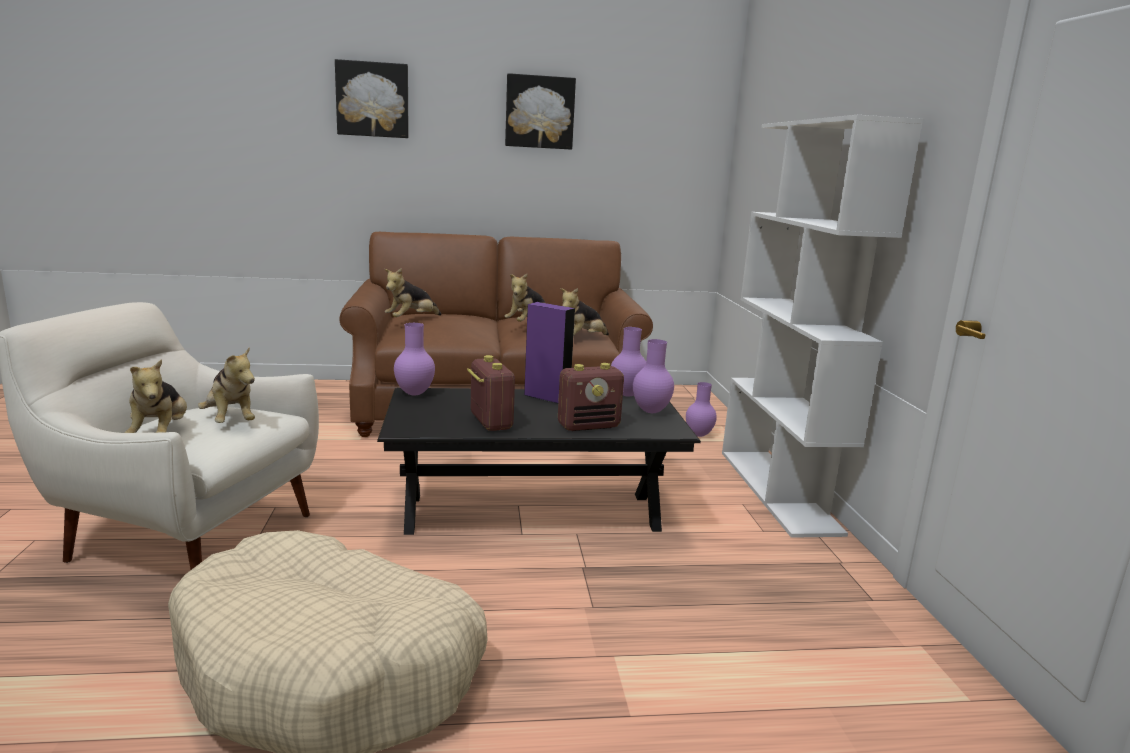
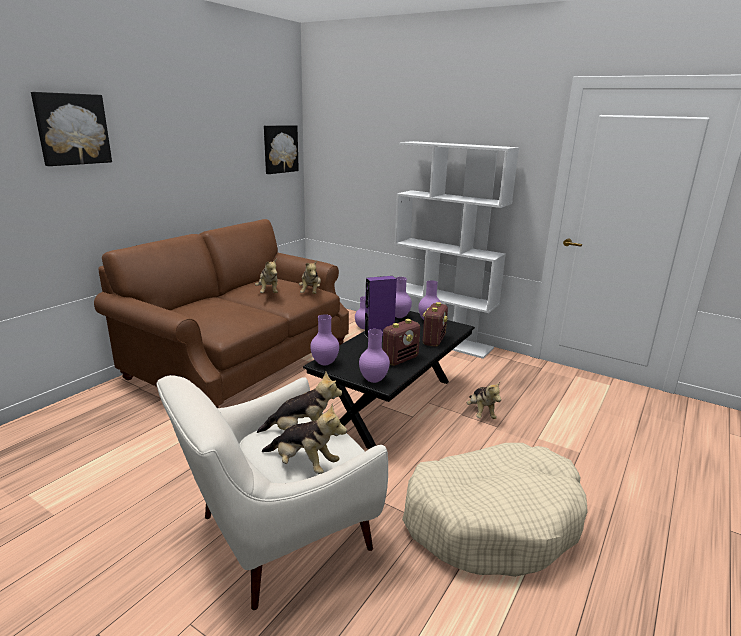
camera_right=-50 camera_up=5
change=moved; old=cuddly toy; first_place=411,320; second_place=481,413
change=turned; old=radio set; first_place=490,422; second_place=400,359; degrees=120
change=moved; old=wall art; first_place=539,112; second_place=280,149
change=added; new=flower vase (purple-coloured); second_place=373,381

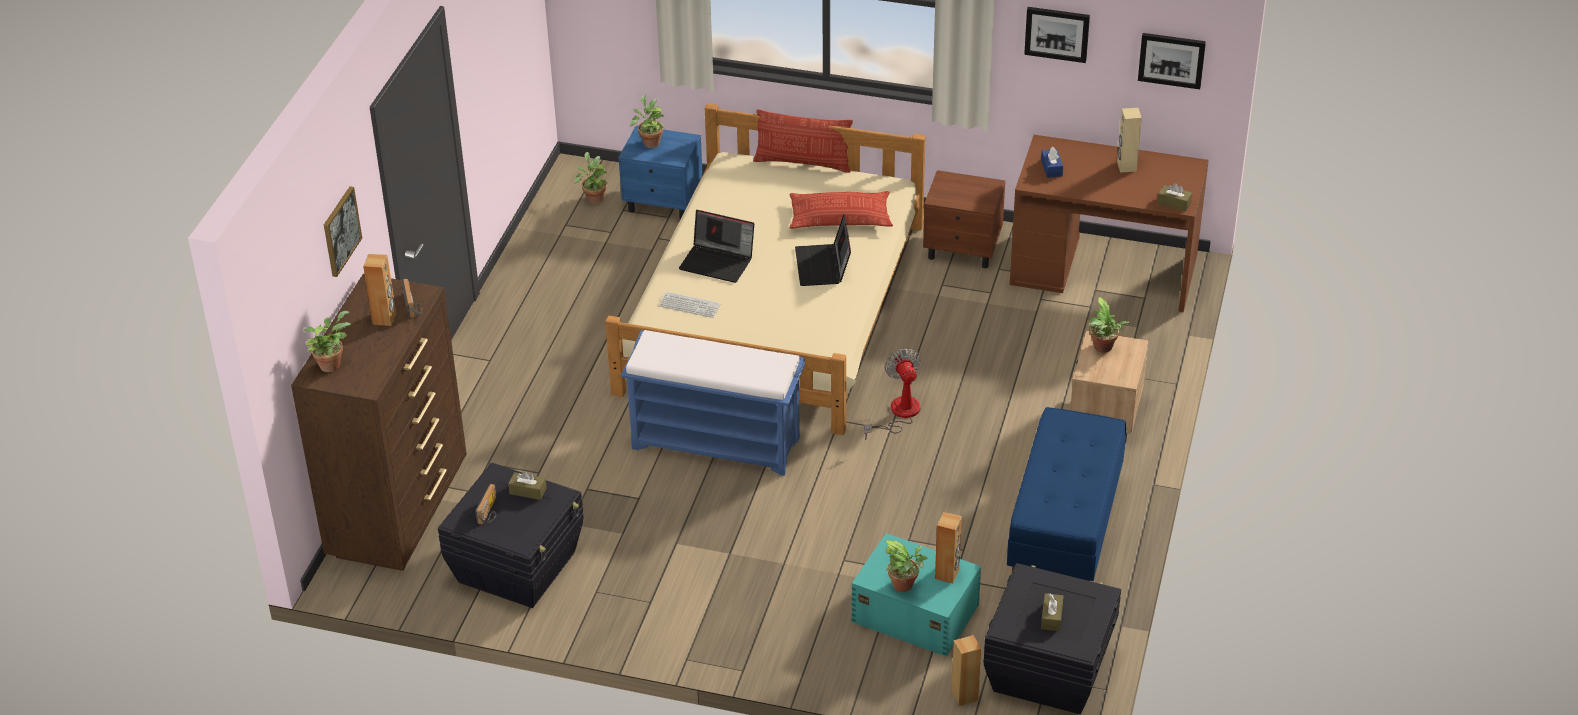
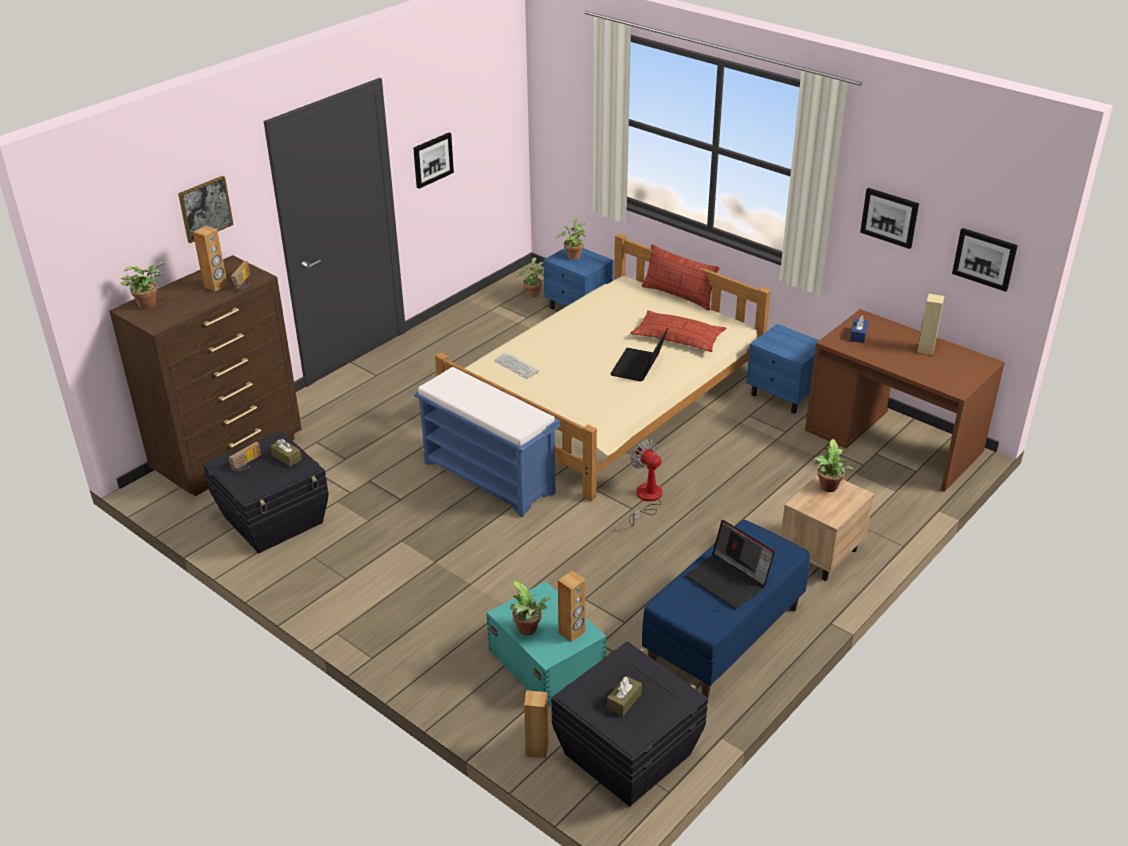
camera_right=25 camera_up=-5
change=moved; old=portable computer; first_place=718,262; second_place=729,580
change=turned; old=fan; first_place=898,414; second_place=646,499; degrees=-45
change=recoloured; old=bedside table (brownish); new=bedside table (blue); first_place=963,250; second_place=783,396
change=removed; old=box of tissues (brownish); first_place=1174,203
change=added; new=wall art; second_place=432,160

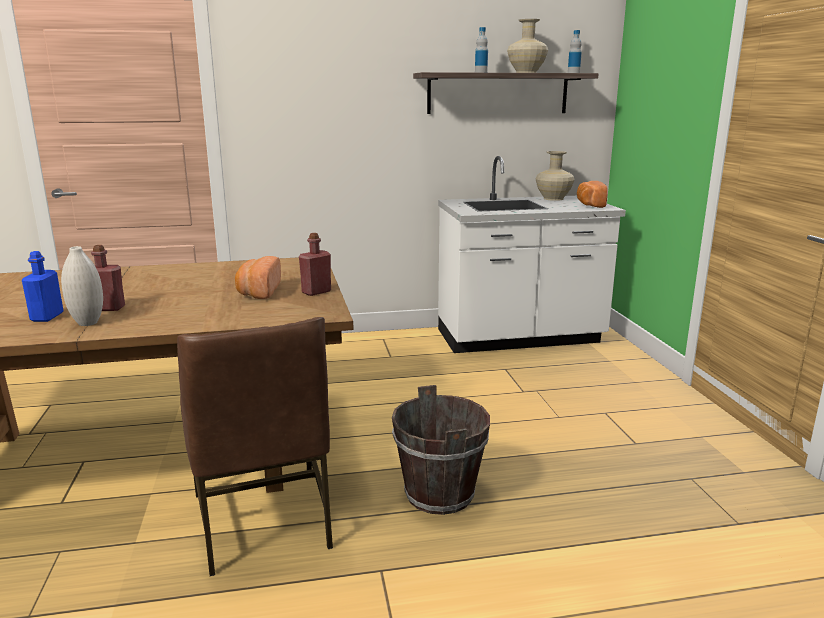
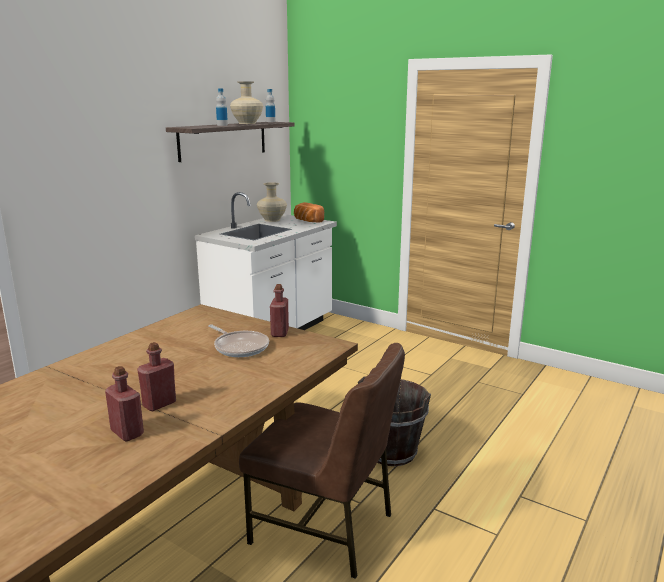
camera_right=-45 camera_up=0
change=recoloured; old=beverage bottle (blue); new=beverage bottle (reddish); first_place=47,317; second_place=127,433
change=removed; old=flower vase (white); first_place=88,323
change=replaced; old=baked bread; new=frying pan; first_place=258,292; second_place=239,347

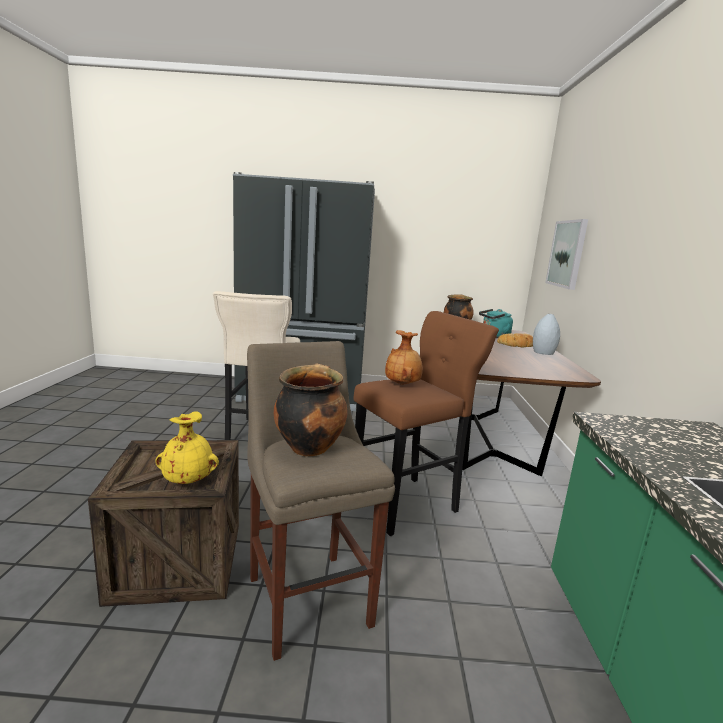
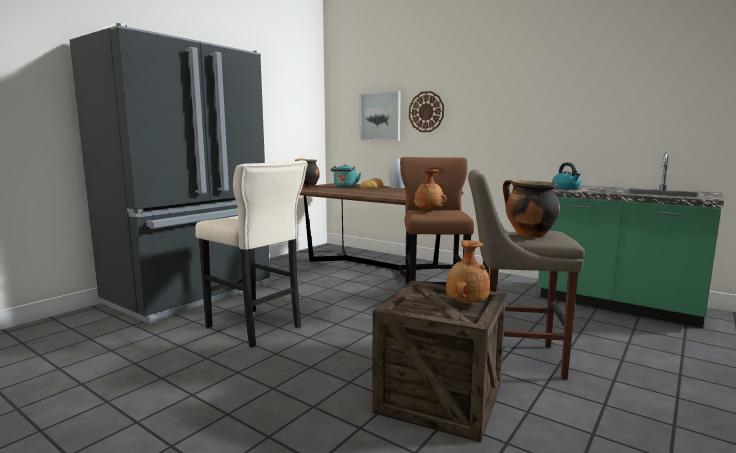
camera_right=-55 camera_up=-5
change=recoloured; old=flower vase (yellow-coloured); new=flower vase (brownish); first_place=188,480; second_place=466,303
change=added; new=wall clock; second_place=426,111
change=added; new=water kettle; second_place=566,188

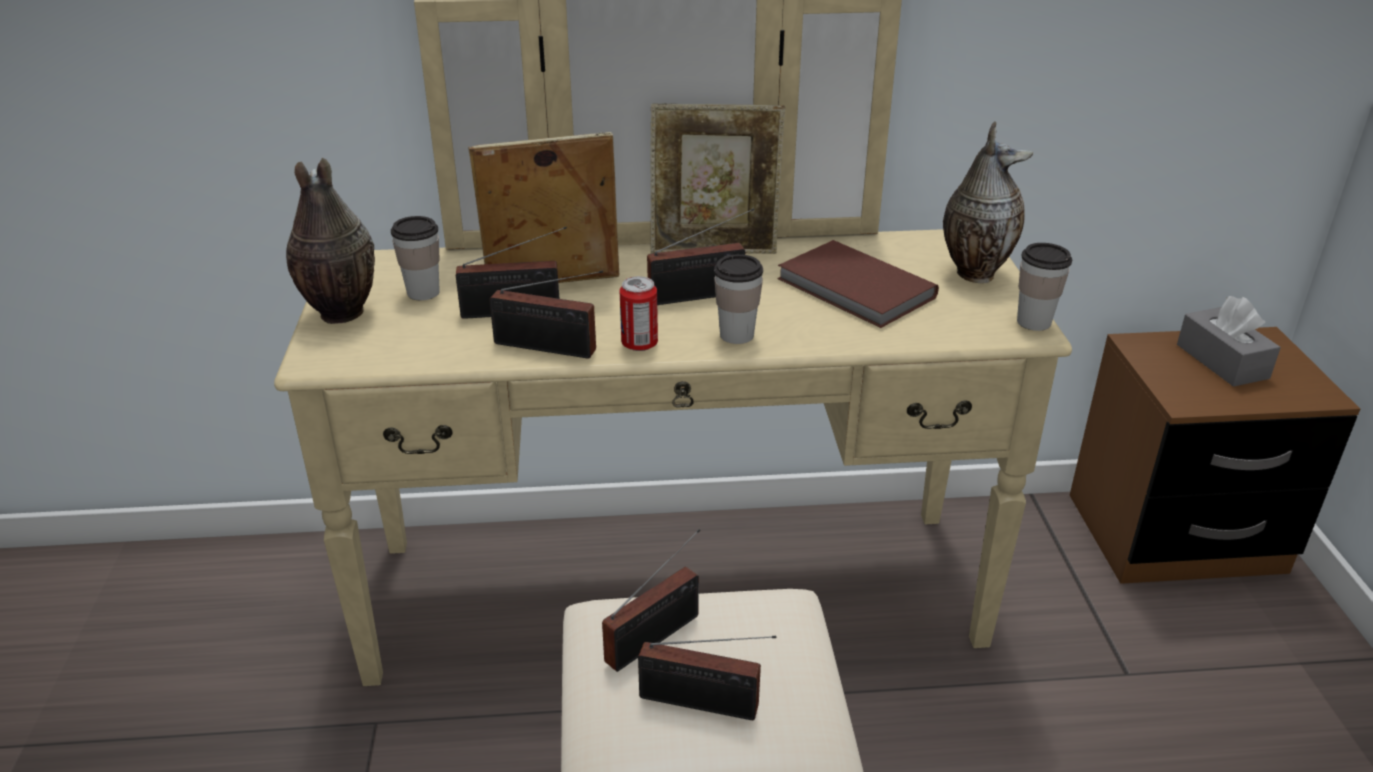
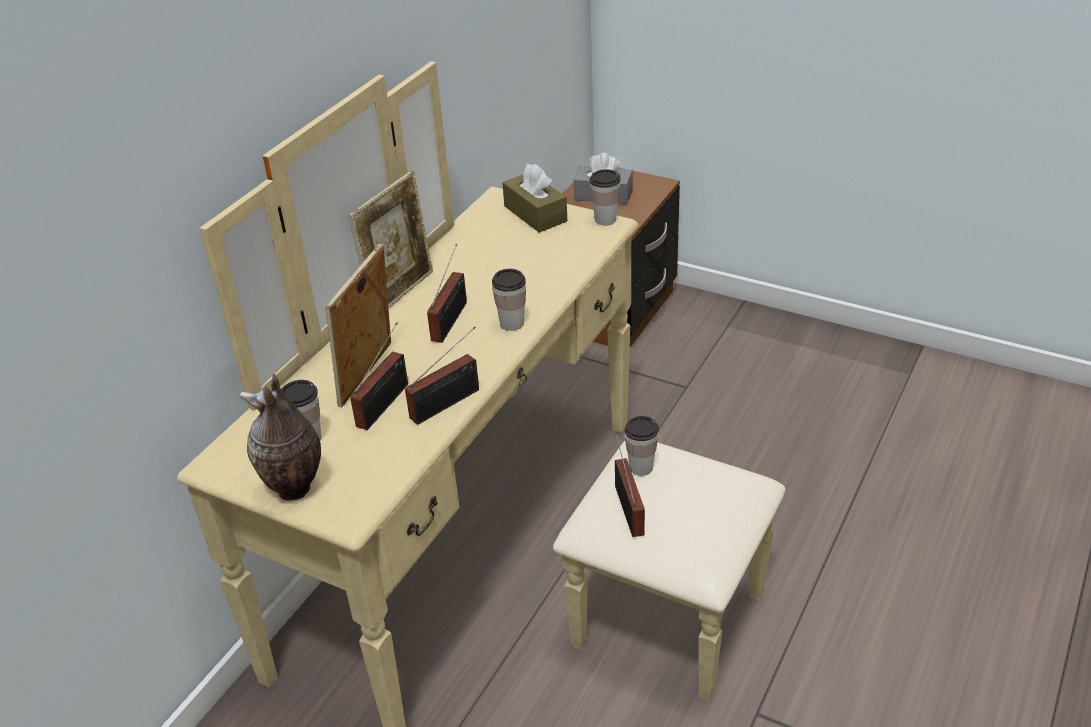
camera_right=-55 camera_up=5
change=removed; old=sealed can; first_place=639,344
change=removed; old=radio set; first_place=705,704
change=removed; old=volume (brownish); first_place=855,290
change=replaced; old=flower vase; new=box of tissues (brownish); first_place=974,272; second_place=535,214
change=added; new=drinking cup; second_place=641,467

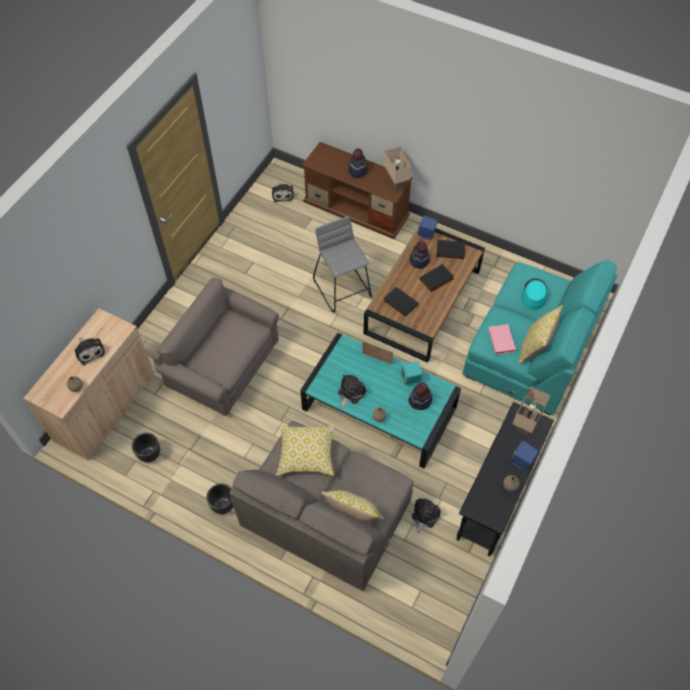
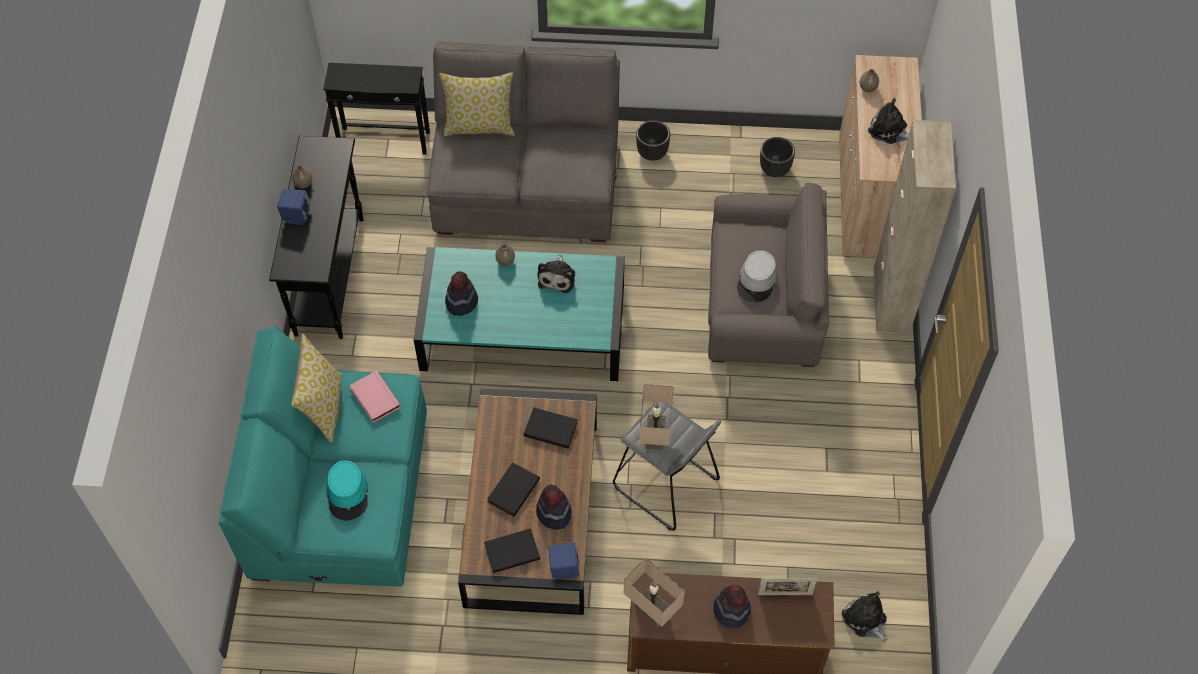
camera_right=155 camera_up=0
change=removed; old=cushion; first_place=306,454
change=moved; old=picture frame; first_place=377,358; second_place=785,594
change=removed; old=speaker (blue-green); first_place=410,379
change=removed; old=cuddly toy; first_place=424,516
change=moved; old=lamp for a table (beige-coloured); first_place=524,423; second_place=656,437
change=added; new=side table (black); second_place=384,141
change=added; new=clothing hat (gray); second_place=757,280
change=added; new=storage cabinet (beige-coloured); second_place=891,300

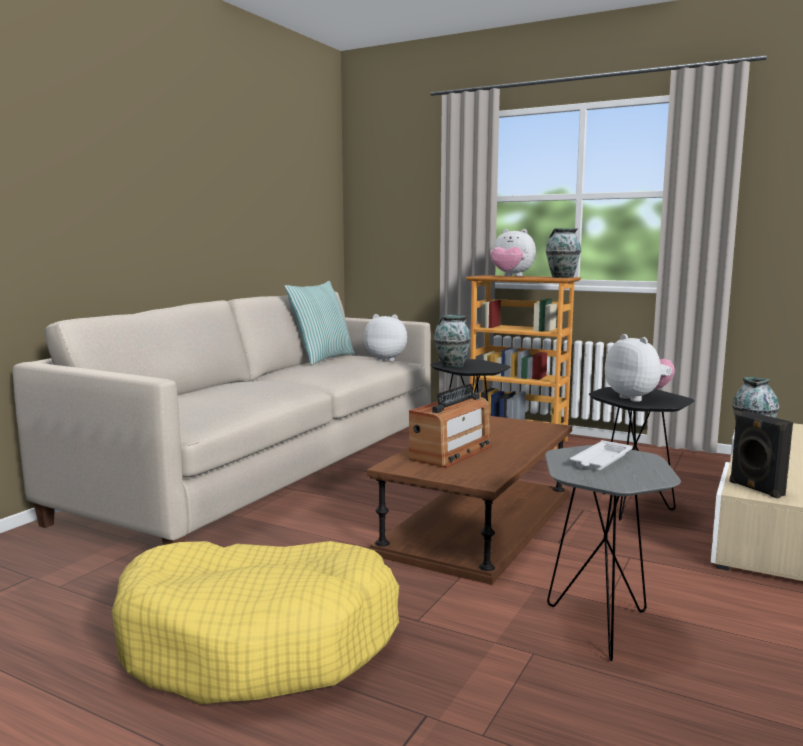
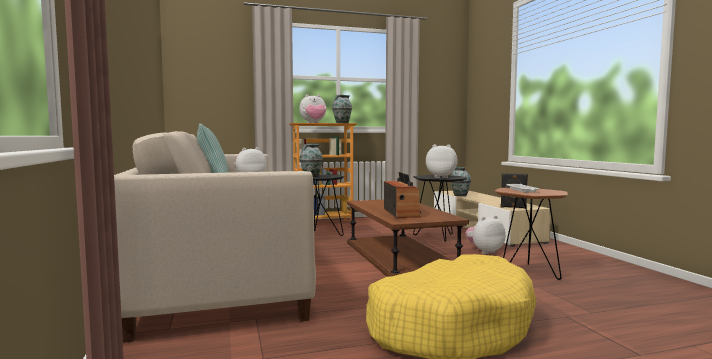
camera_right=-45 camera_up=-5
change=recoloured; old=side table (gray); new=side table (brownish); first_place=600,622; second_place=527,271
change=added; new=cuddly toy; second_place=484,251

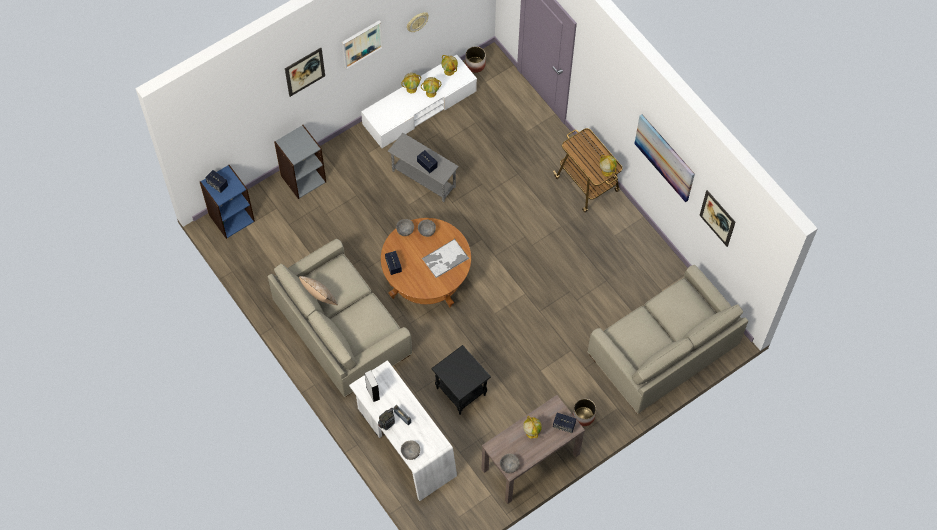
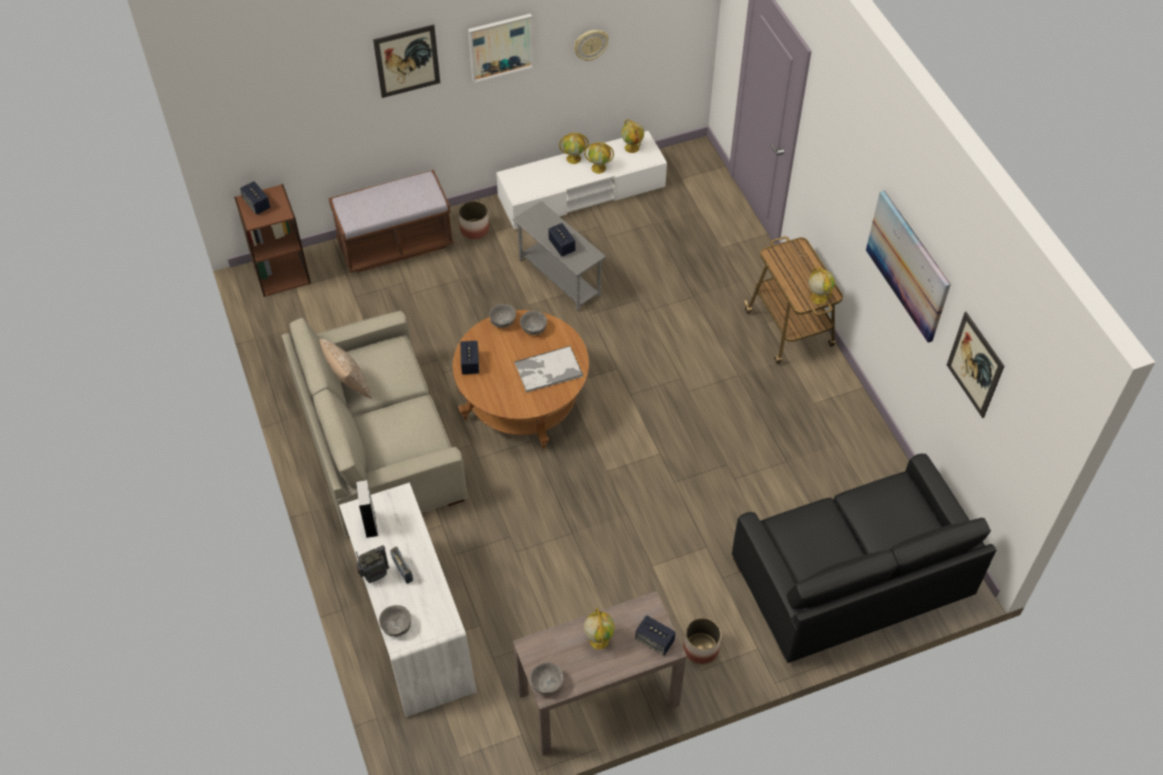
camera_right=15 camera_up=-10
change=recoloured; old=bookshelf (blue); new=bookshelf (brownish); first_place=231,217; second_place=281,273
change=replaced; old=bookshelf (gray); new=indoor bench (brownish); first_place=303,178; second_place=395,245
change=removed; old=side table (black); first_place=462,391
change=moved; old=plant pot; first_place=475,65; second_place=475,229
change=recoloured; old=settee (beige-coloured); new=settee (black); first_place=663,350; second_place=851,578

